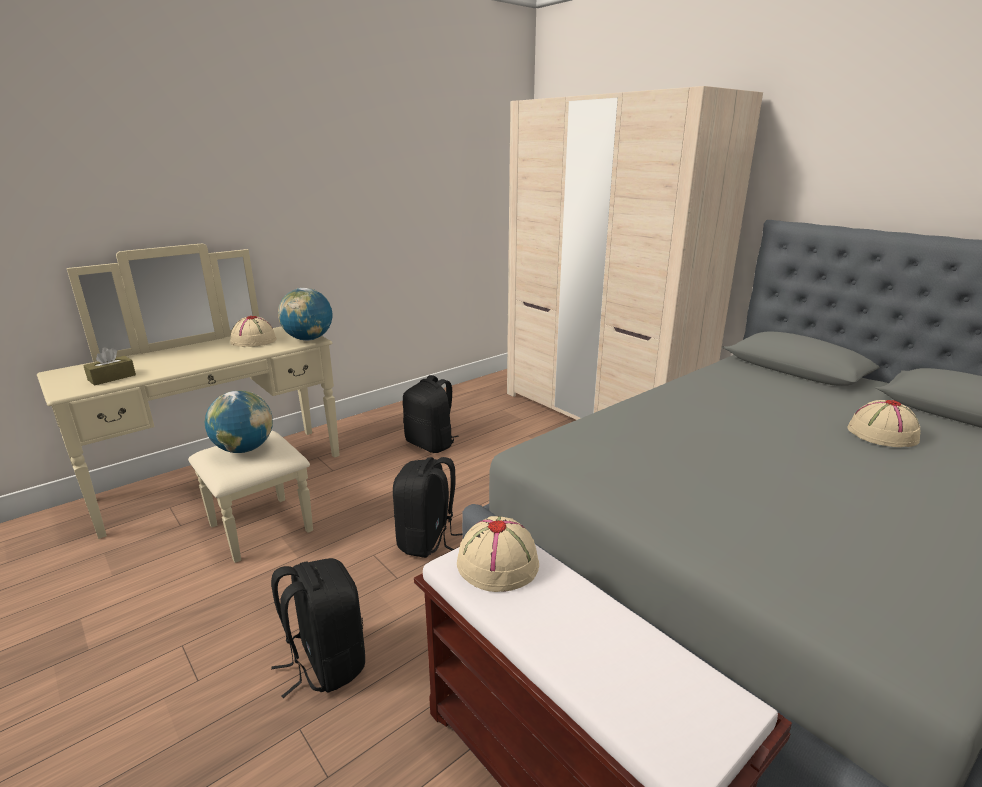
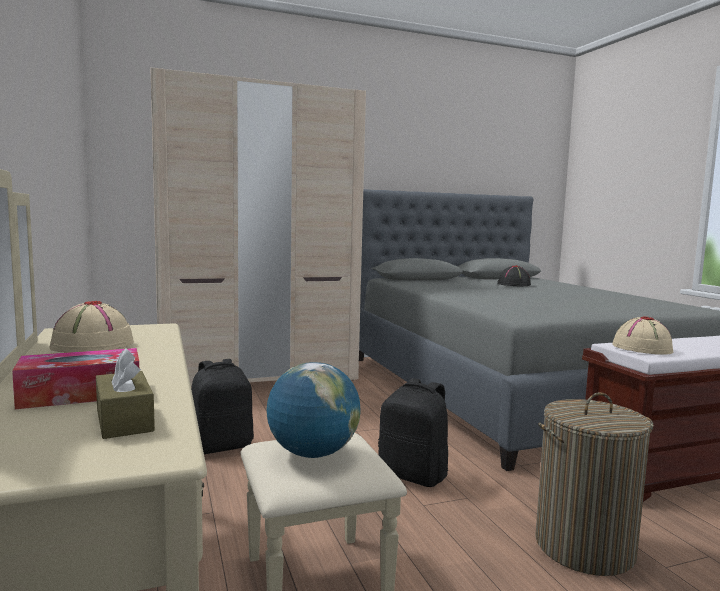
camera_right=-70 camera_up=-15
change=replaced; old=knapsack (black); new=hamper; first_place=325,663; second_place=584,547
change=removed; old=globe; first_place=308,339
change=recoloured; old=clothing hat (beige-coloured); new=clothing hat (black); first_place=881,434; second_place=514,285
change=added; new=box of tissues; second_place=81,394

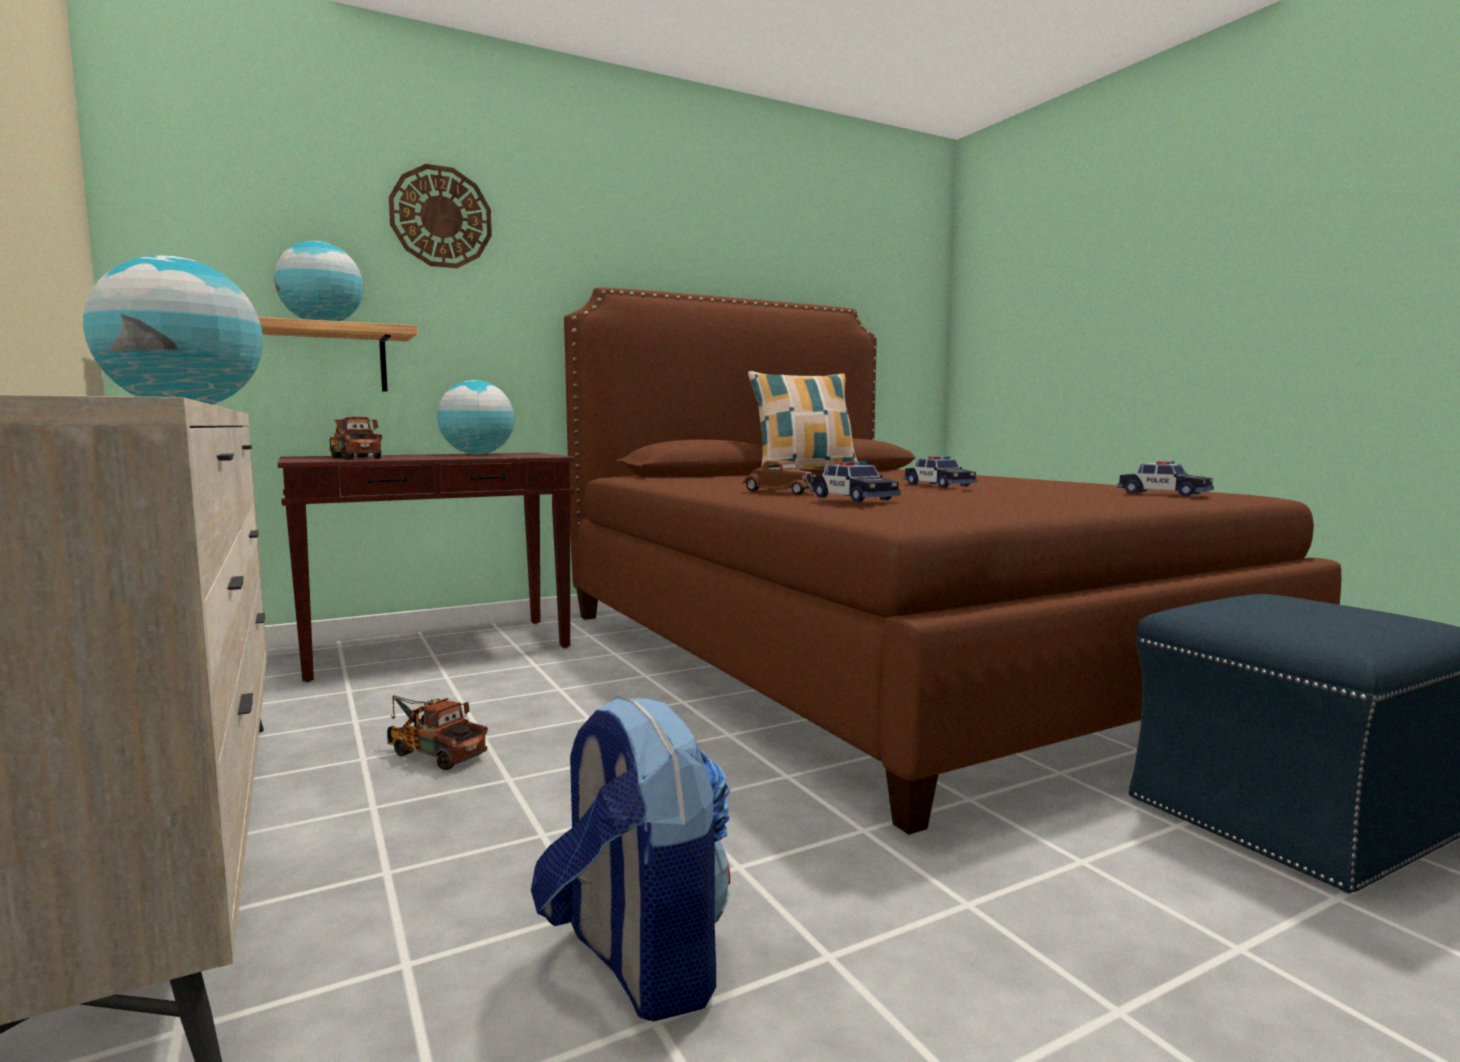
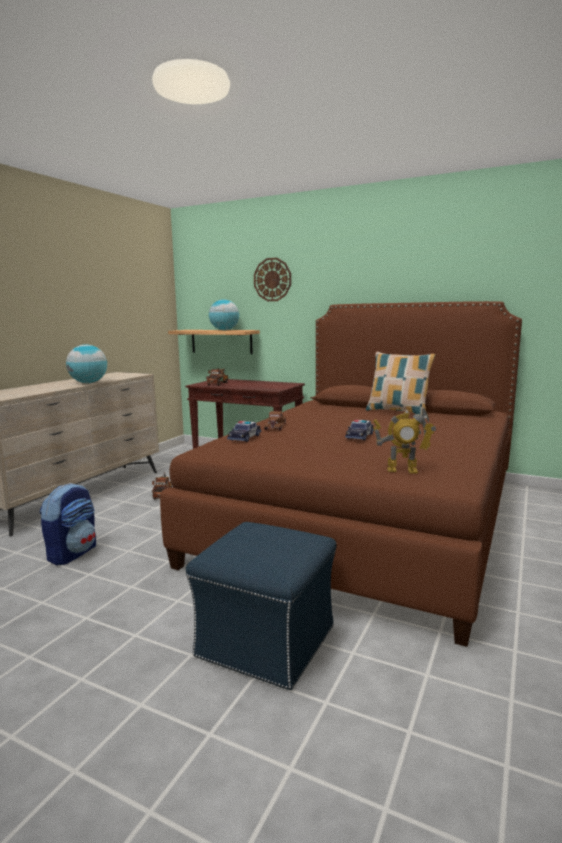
camera_right=55 camera_up=5
change=removed; old=globe; first_place=477,454
change=replaced; old=model car; new=robot figure; first_place=1164,493; second_place=402,470

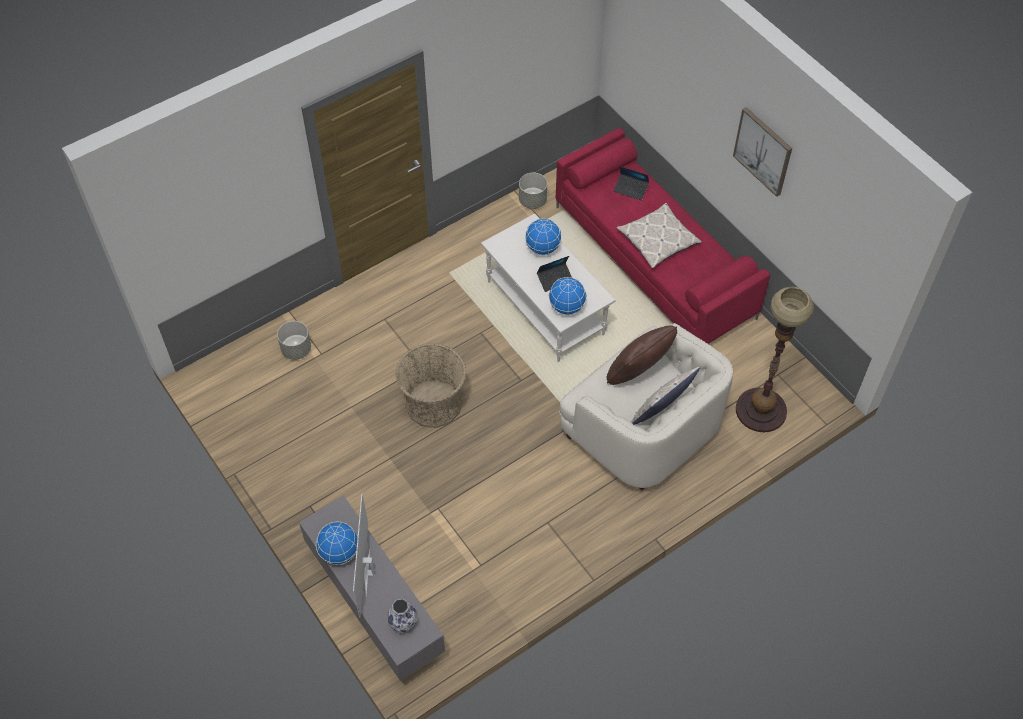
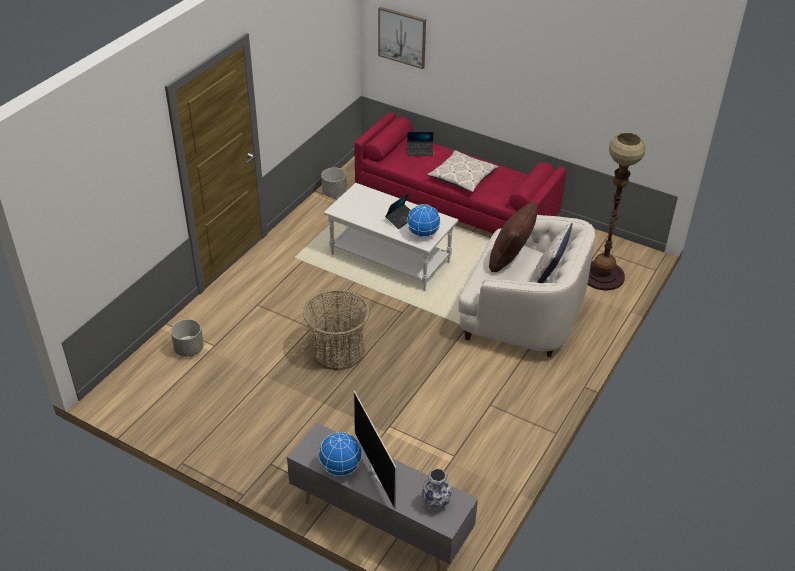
camera_right=-25 camera_up=-15
change=removed; old=globe; first_place=543,248
change=moved; old=wall art; first_place=763,151; second_place=402,37

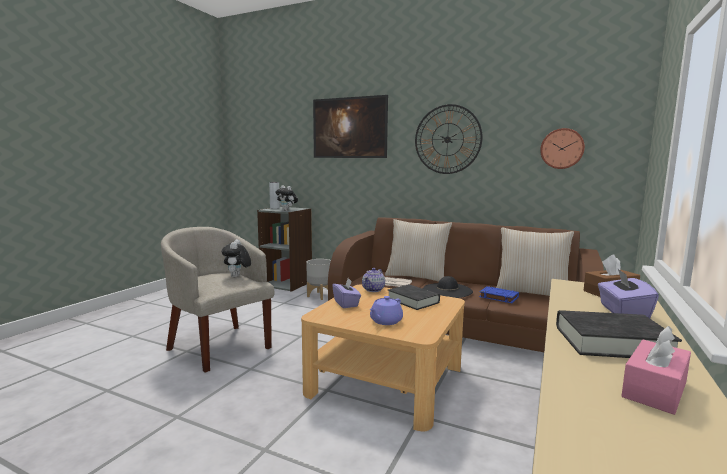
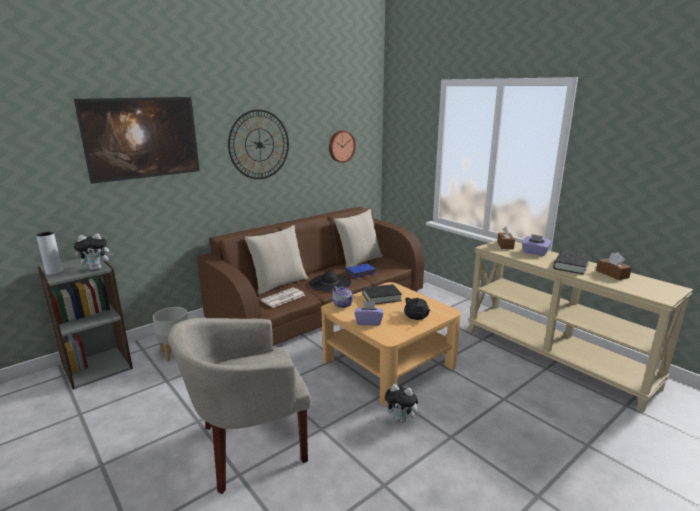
camera_right=-65 camera_up=10
change=moved; old=cuddly toy; first_place=237,276; second_place=401,419
change=recoloured; old=teapot (purple-coloured); new=teapot (black); first_place=385,321; second_place=416,316
change=recoloured; old=box of tissues (pinkish); new=box of tissues (brownish); first_place=654,389; second_place=612,274

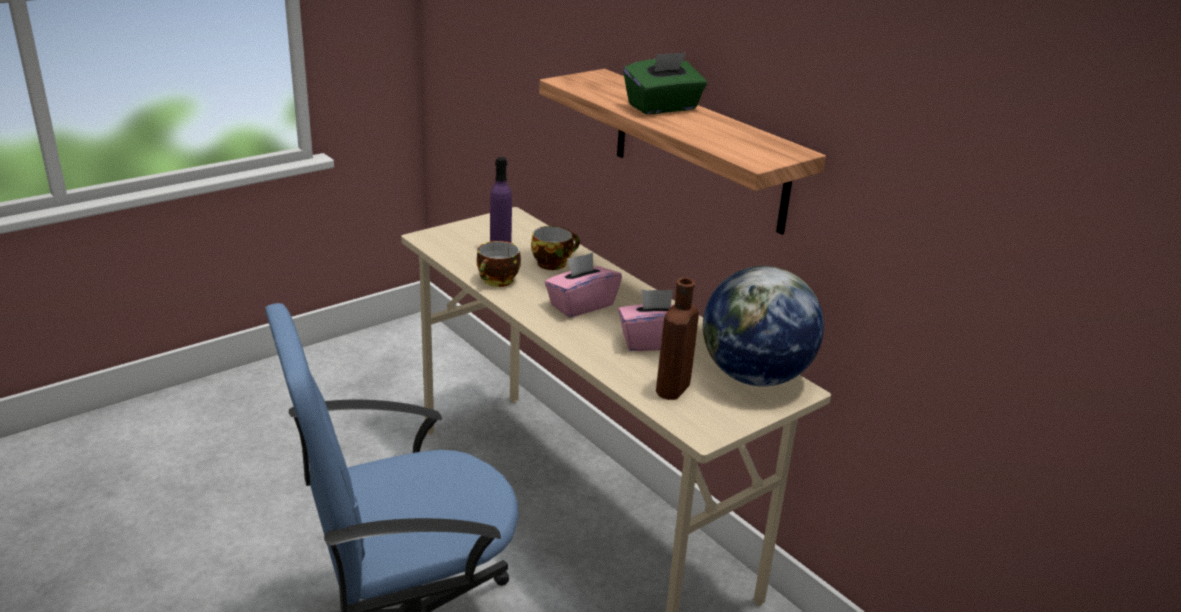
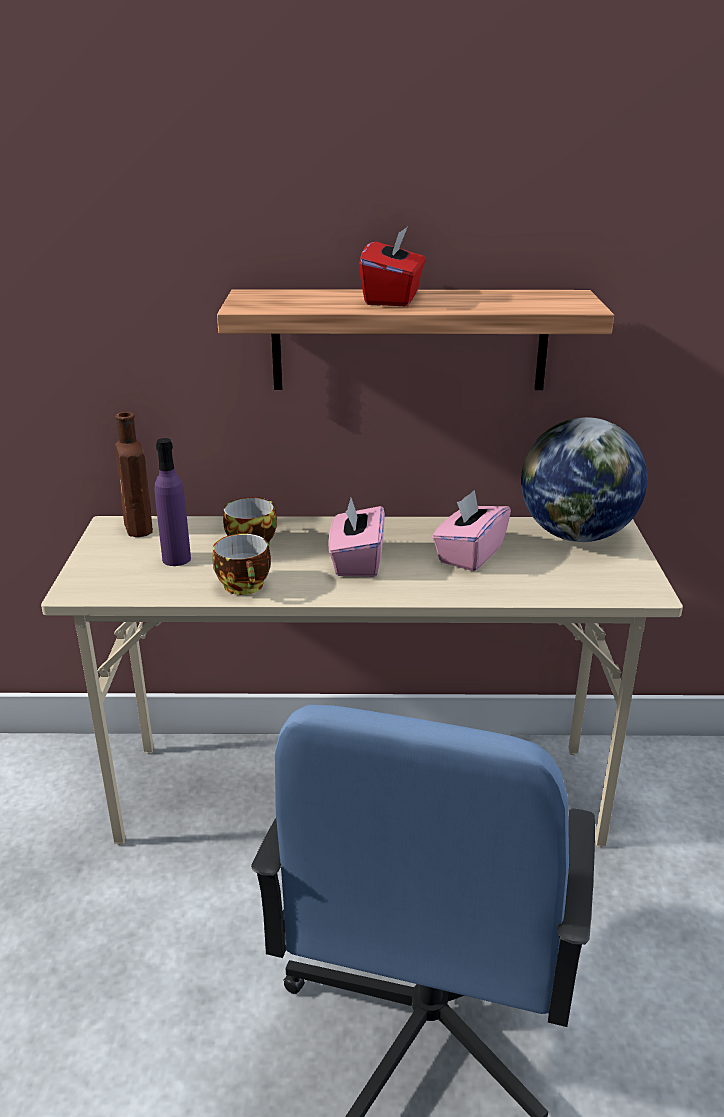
camera_right=-50 camera_up=0
change=recoloured; old=box of tissues (green-coloured); new=box of tissues (reddish); first_place=663,108; second_place=393,298
change=moved; old=beverage bottle (brownish); first_place=672,390; second_place=139,529

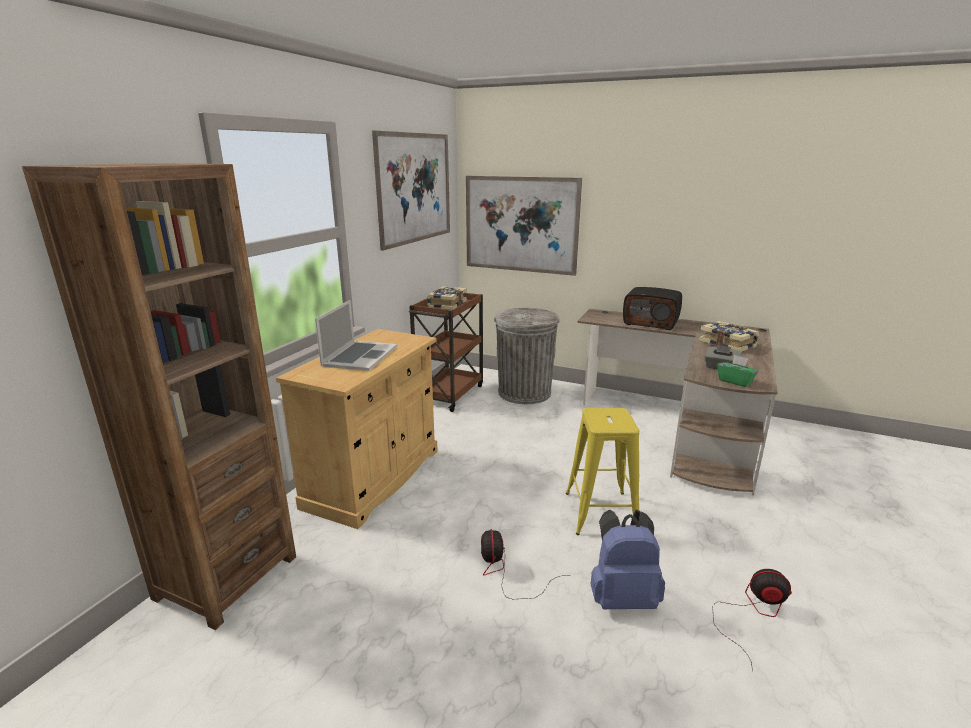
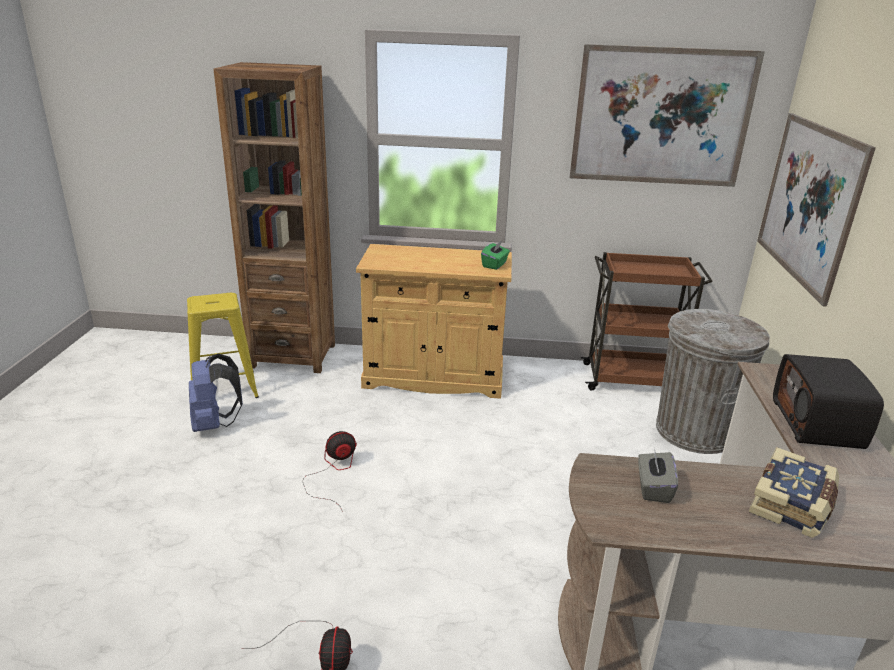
camera_right=70 camera_up=5
change=removed; old=portable computer; first_place=359,356
change=removed; old=volume; first_place=446,305
change=moved; old=stool (yellow-coloured); first_place=601,512; second_place=224,388
change=moved; old=knapsack (blue); first_place=622,597; second_place=214,424
change=moved; old=box of tissues (green-coloured); first_place=735,381; second_place=494,265

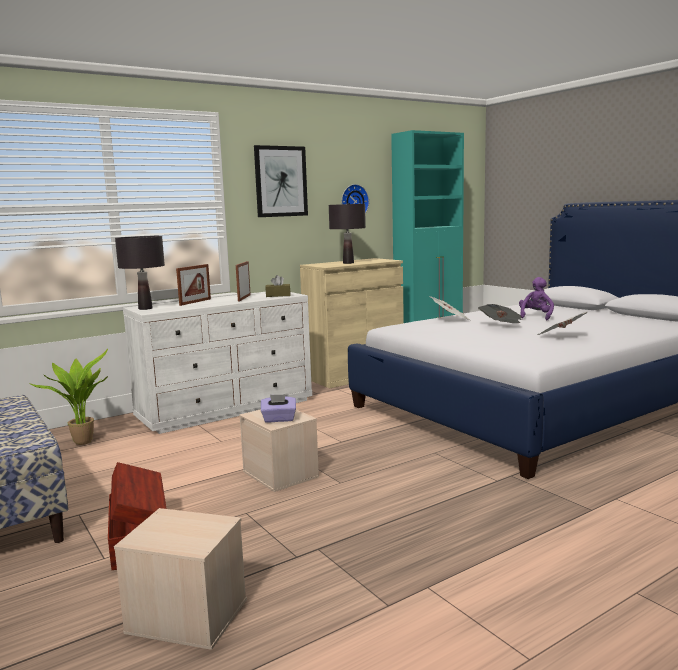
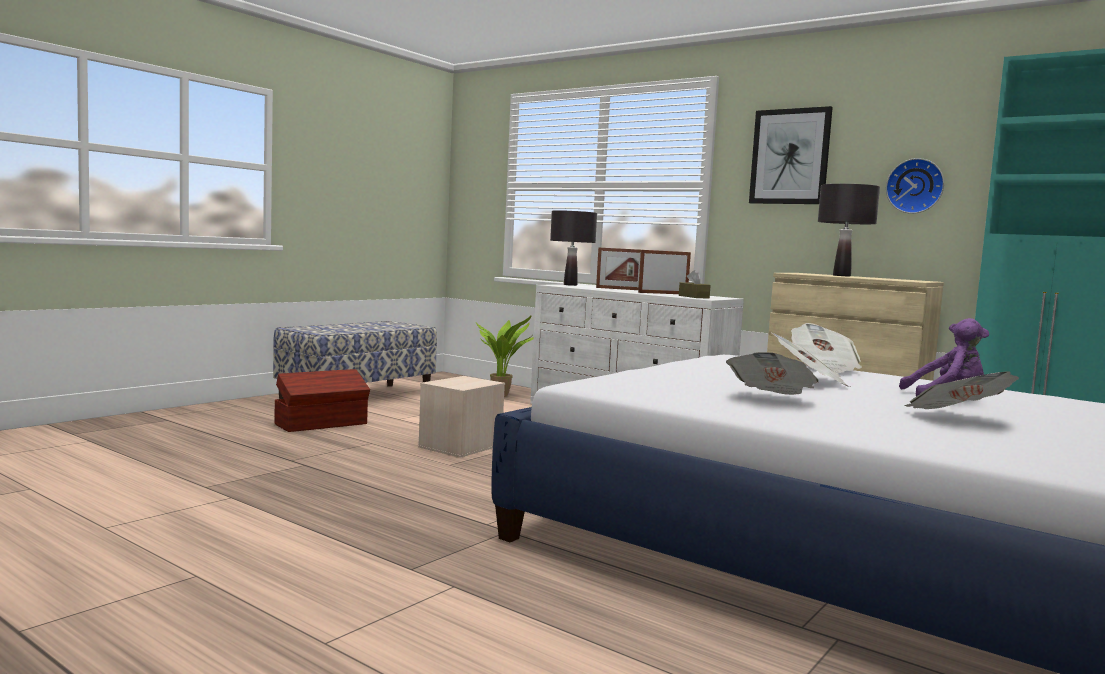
camera_right=70 camera_up=-5
change=removed; old=storage box (beige-coloured); first_place=185,616
change=removed; old=box of tissues (purple-coloured); first_place=279,419
change=added; new=daily paper; second_place=956,418

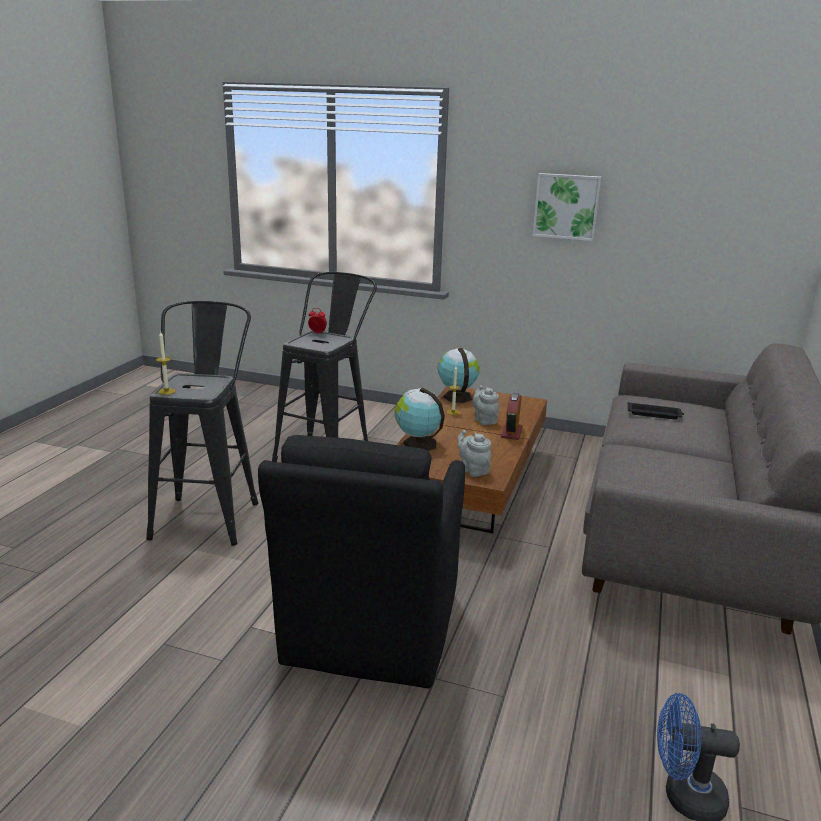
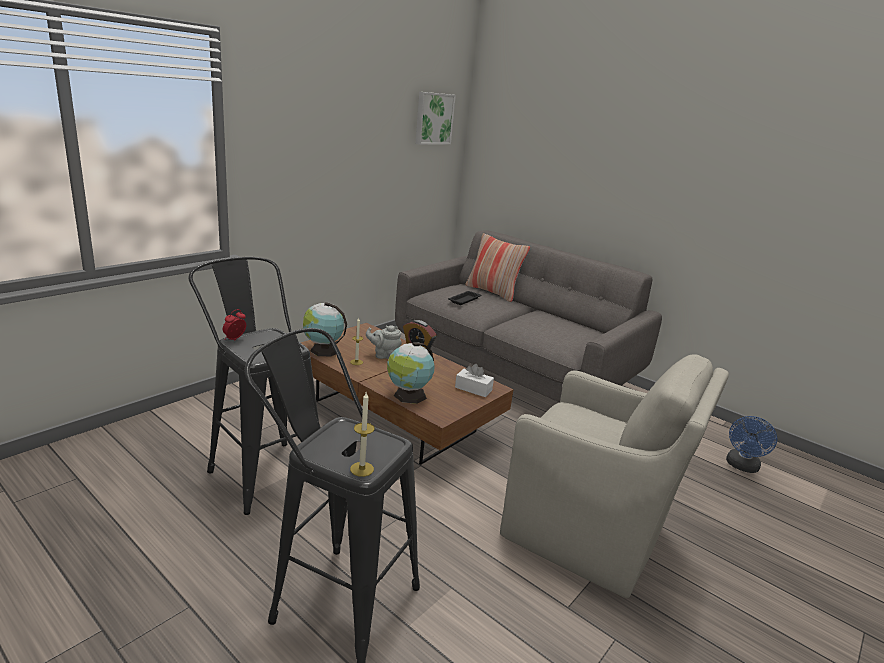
camera_right=-70 camera_up=0
change=recoloured; old=armchair (black); new=armchair (beige-coloured); first_place=369,631; second_place=588,534
change=replaced; old=teapot (gray); new=box of tissues (white); first_place=473,470; second_place=473,389
change=moved; old=wall art; first_place=566,206; second_place=433,118
change=added; new=cushion; second_place=493,292

